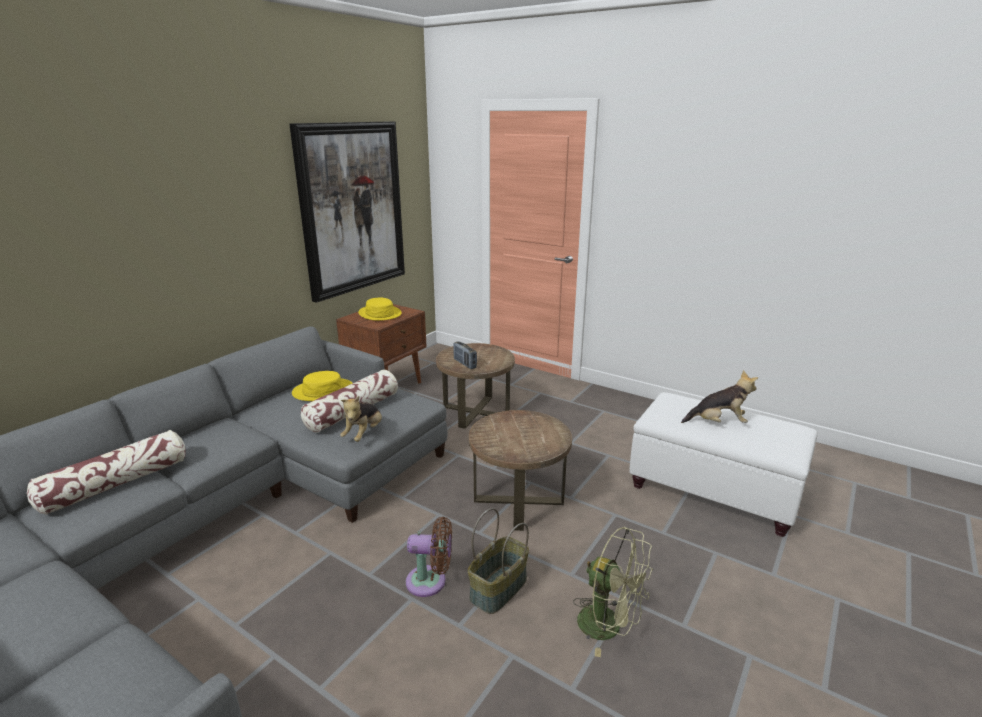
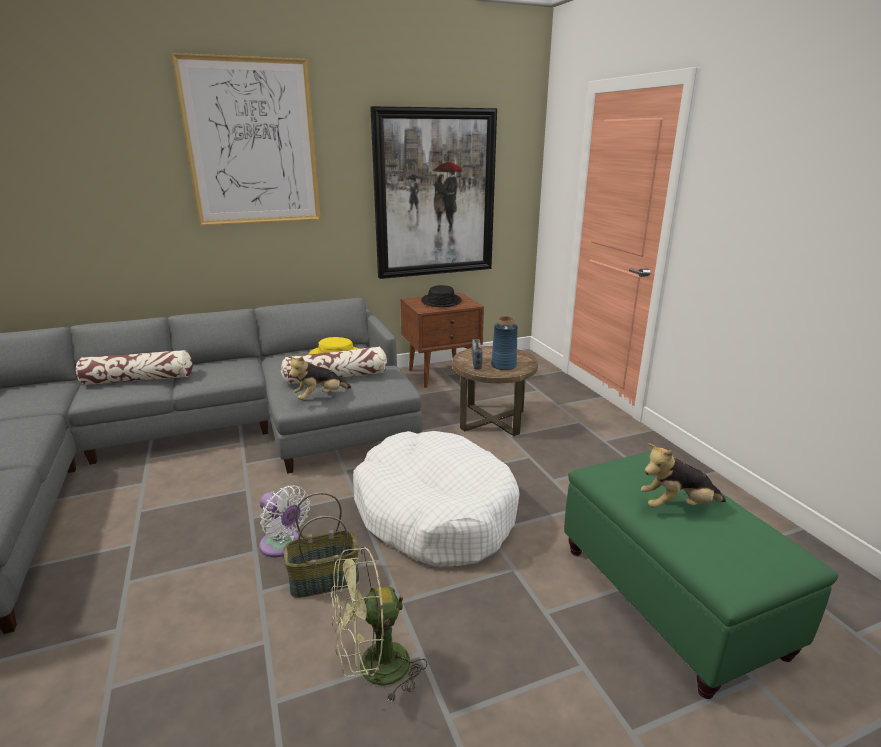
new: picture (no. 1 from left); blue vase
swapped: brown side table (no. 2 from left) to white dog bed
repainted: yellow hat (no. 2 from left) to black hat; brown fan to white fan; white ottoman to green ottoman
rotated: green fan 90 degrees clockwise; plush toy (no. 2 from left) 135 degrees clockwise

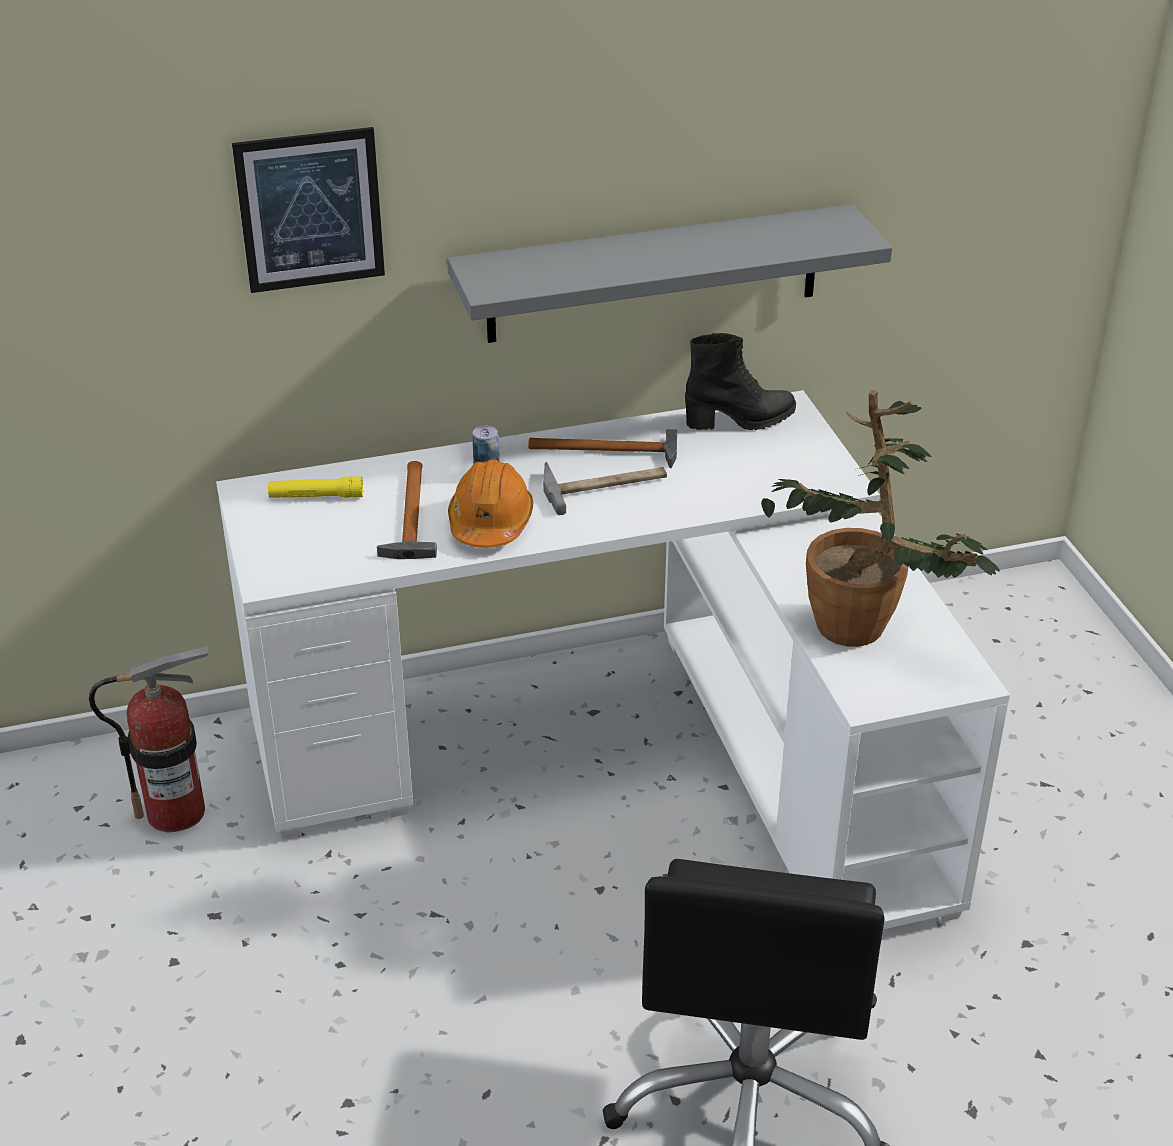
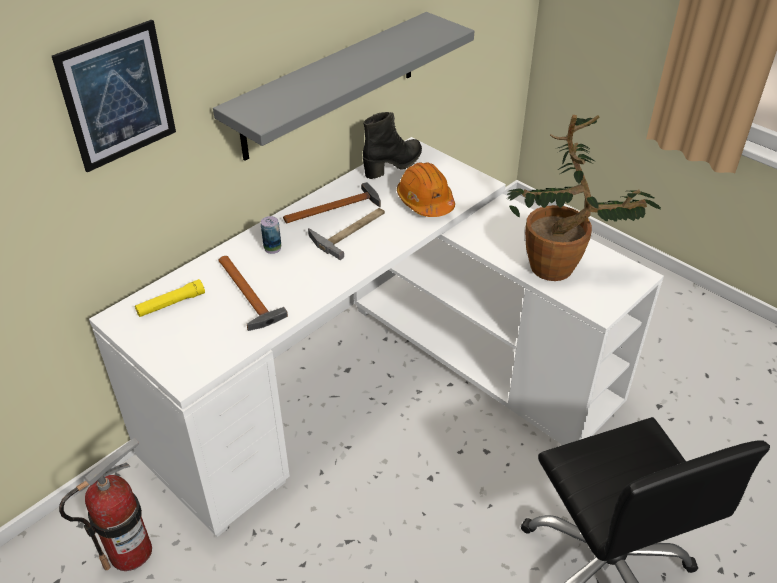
shifted: orange hard hat

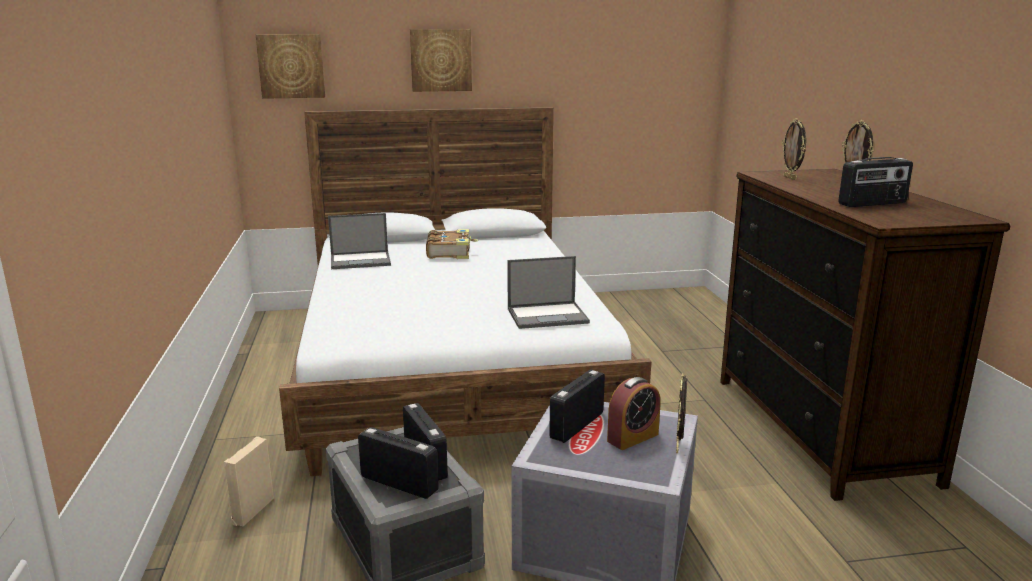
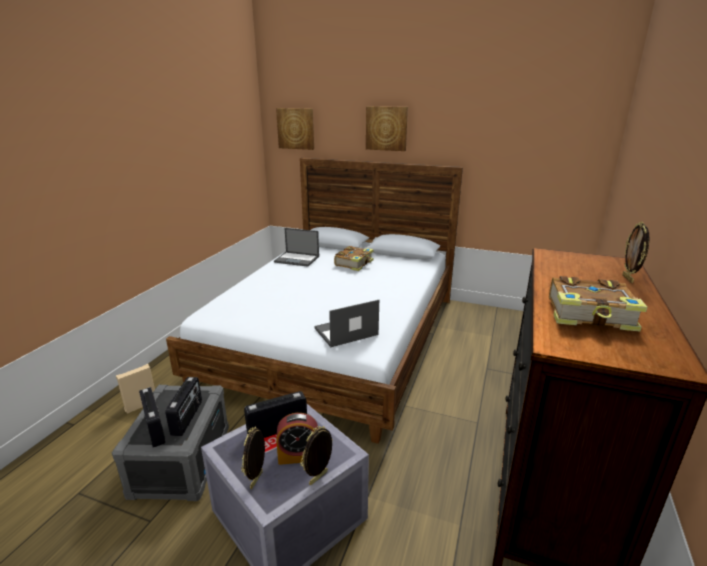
shifted: picture frame (no. 2 from left in the first image) to picture frame (no. 1 from left)
swapped: radio (no. 4 from left) to book (no. 2 from left)
rotated: laptop (no. 2 from left) 135 degrees clockwise

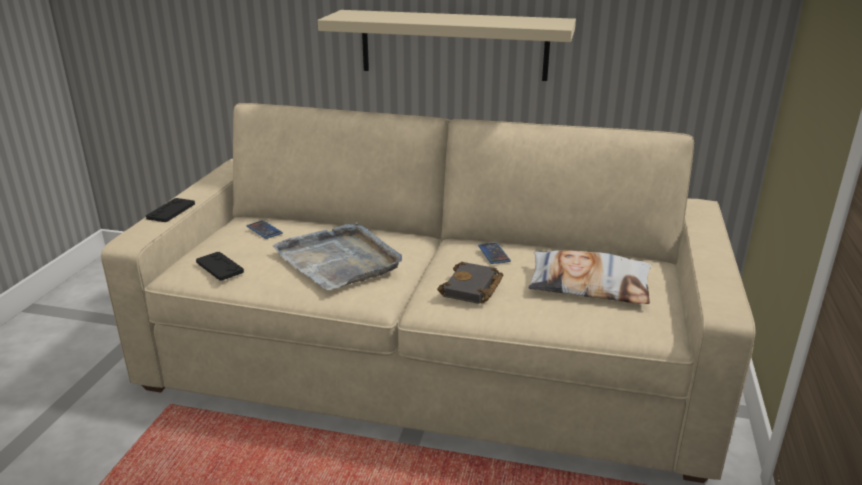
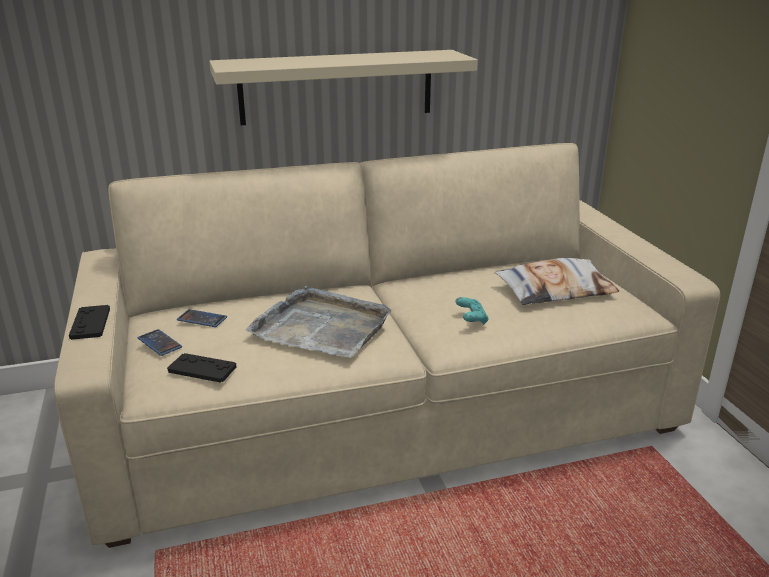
shifted: phone (no. 2 from left in the first image) to phone (no. 1 from left)
swapped: black book to turquoise game controller

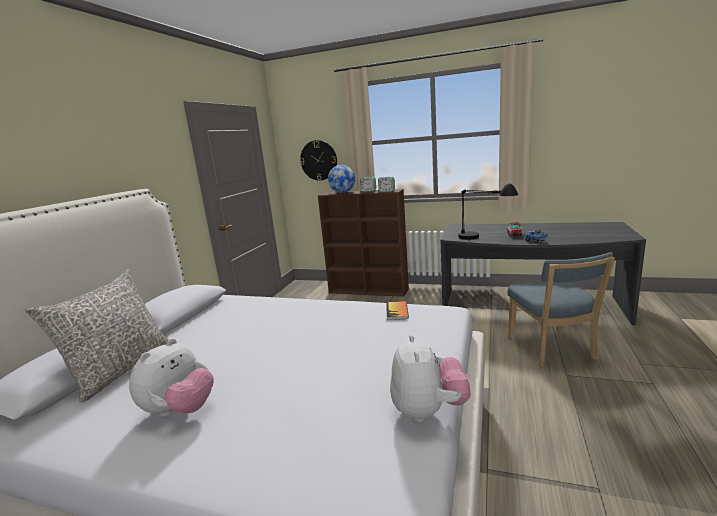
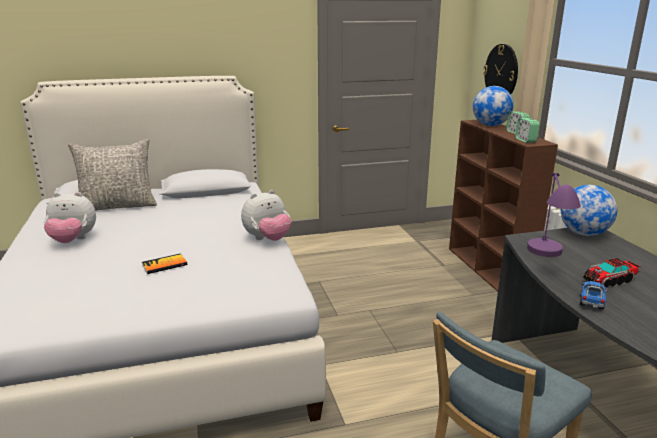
new: globe (no. 2 from left)
shifted: book; plush toy (no. 2 from left)
repainted: black table lamp to purple table lamp

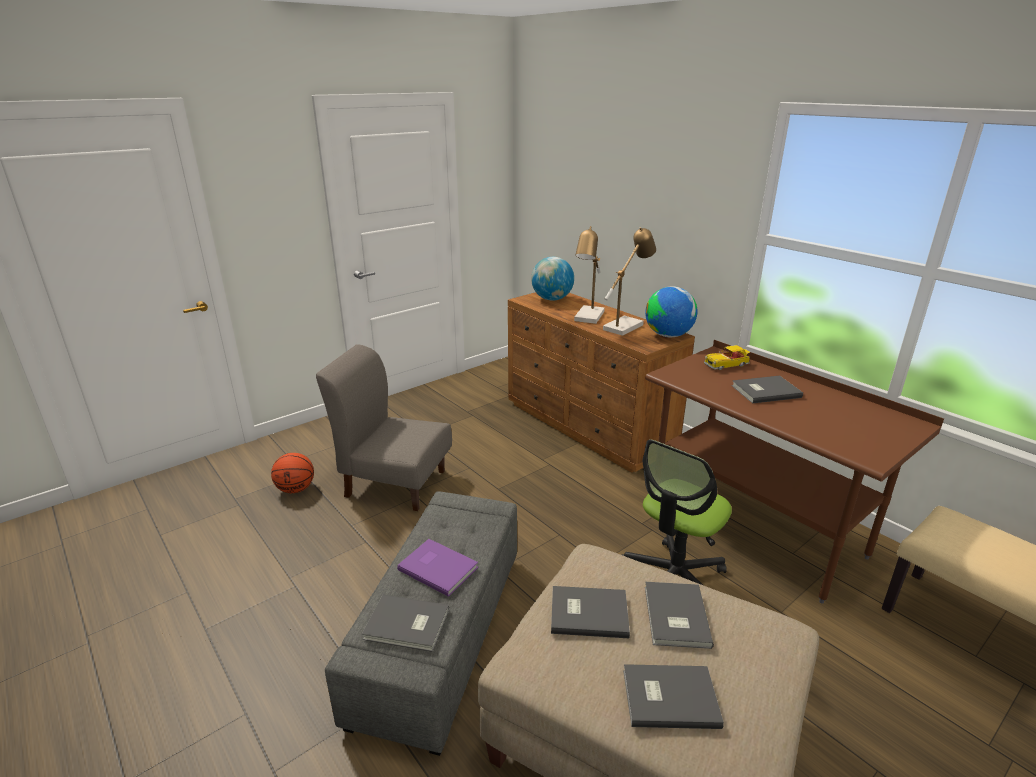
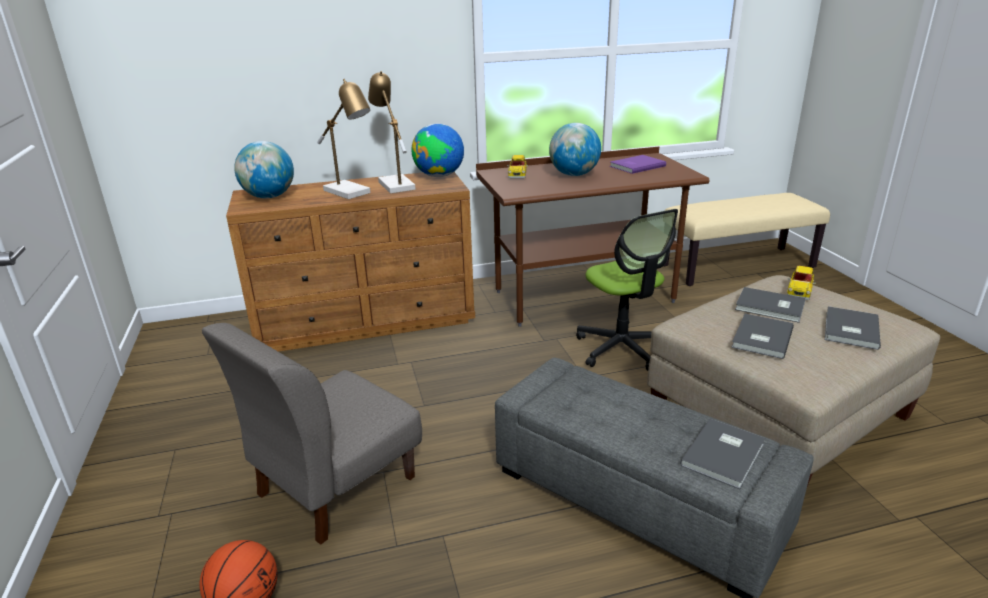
new: toy car (no. 2 from left)
shifted: purple book
swapped: grey book (no. 5 from left) to globe (no. 3 from left)

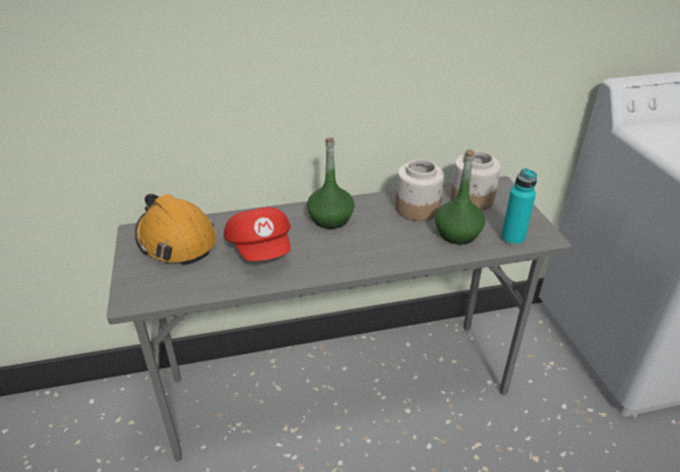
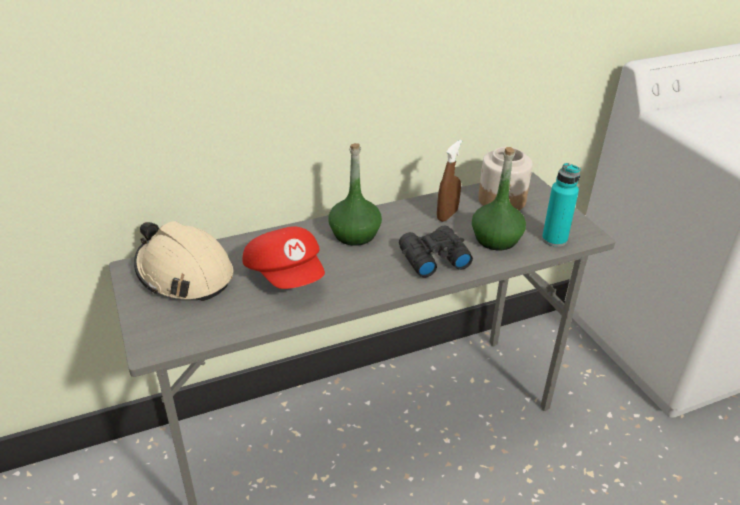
new: black binoculars
swapped: jar (no. 1 from left) to brown spray bottle
repainted: orange hard hat to beige hard hat

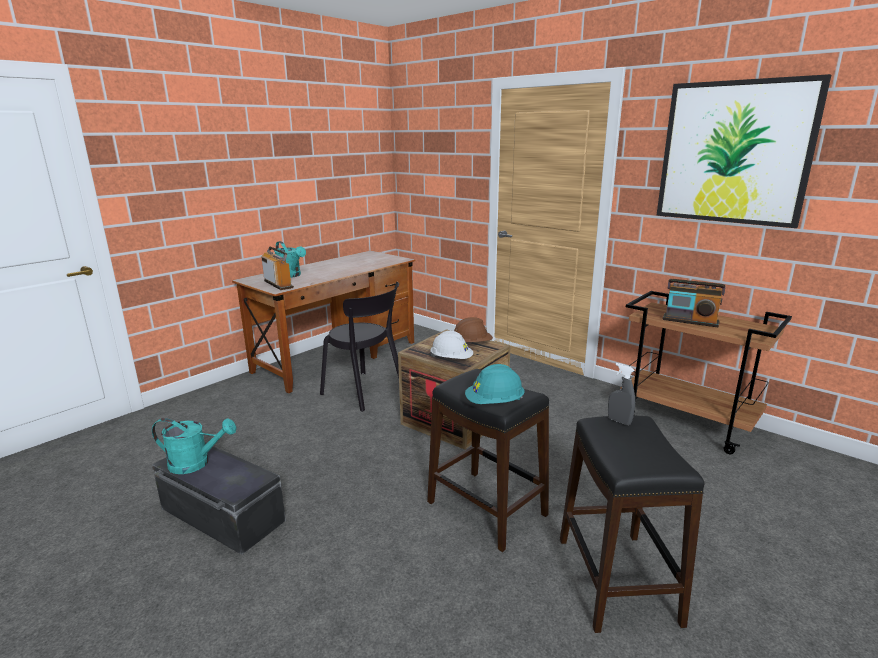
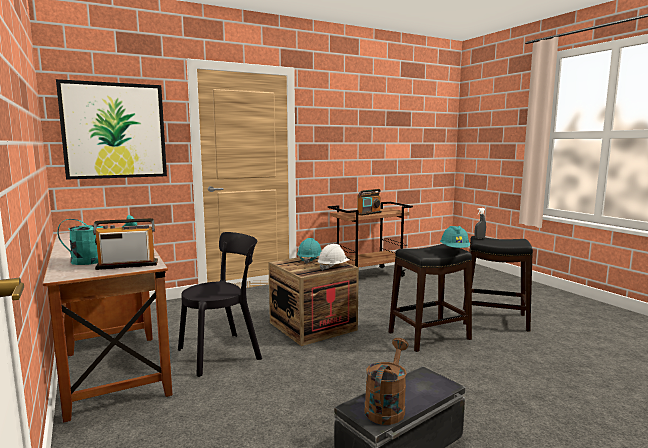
shifted: picture
repainted: turquoise watering can (no. 1 from left) to brown watering can; brown hard hat to turquoise hard hat (no. 1 from left)

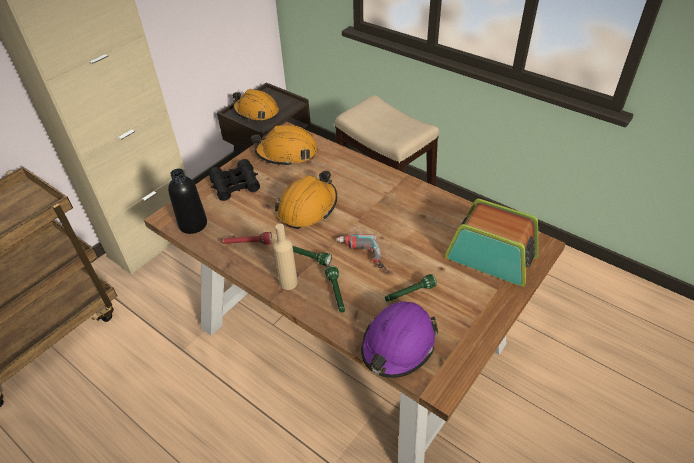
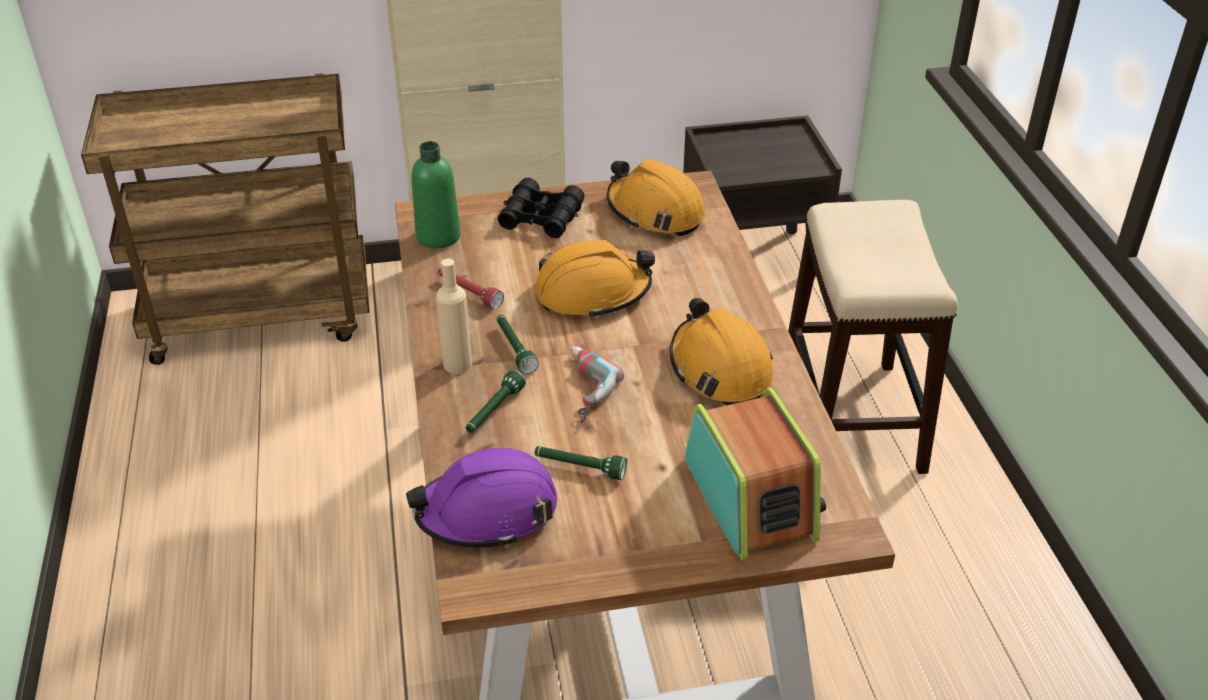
shifted: orange hard hat (no. 1 from left in the first image) to orange hard hat (no. 3 from left)
repainted: black bottle to green bottle

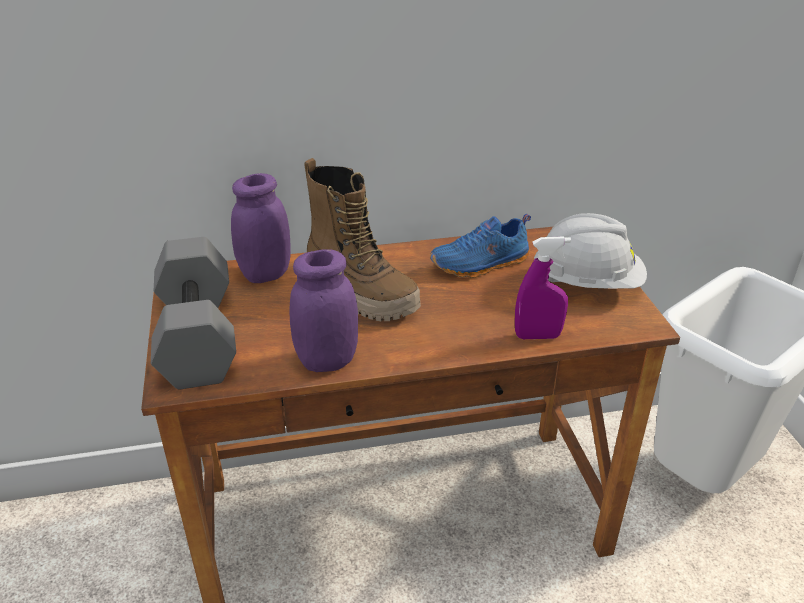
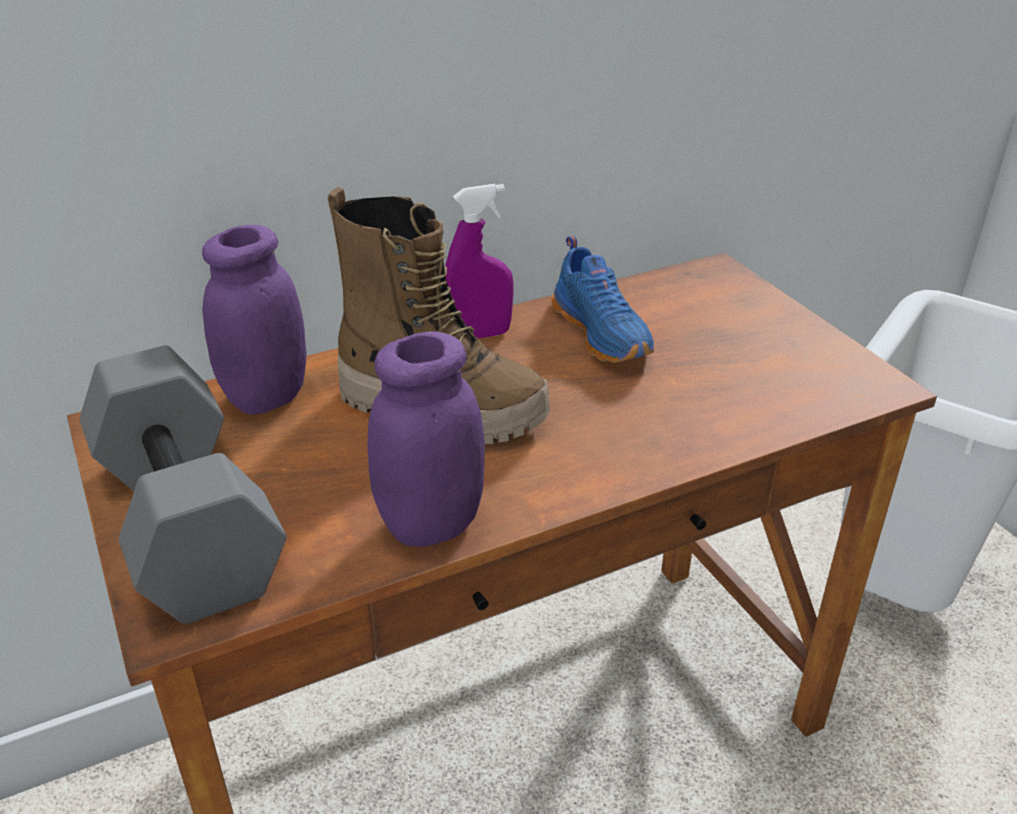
gone: white hard hat
shifted: purple spray bottle
rotated: blue shoe 75 degrees counterclockwise

